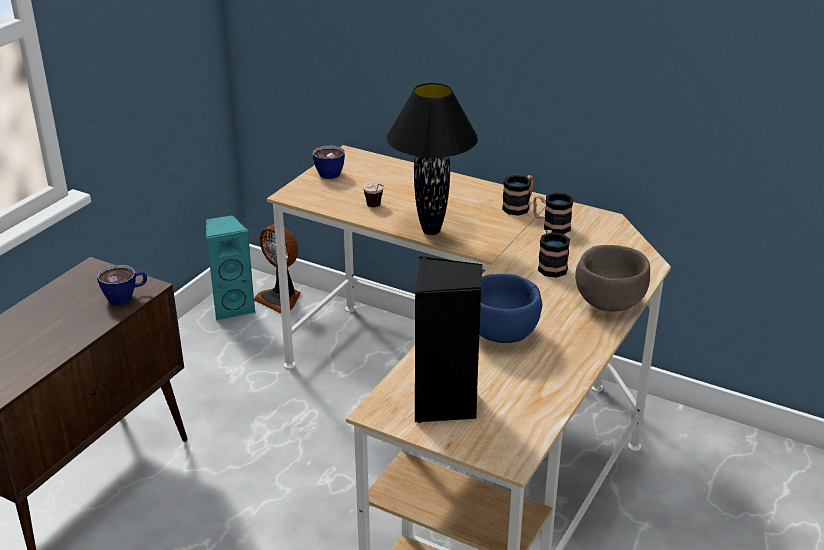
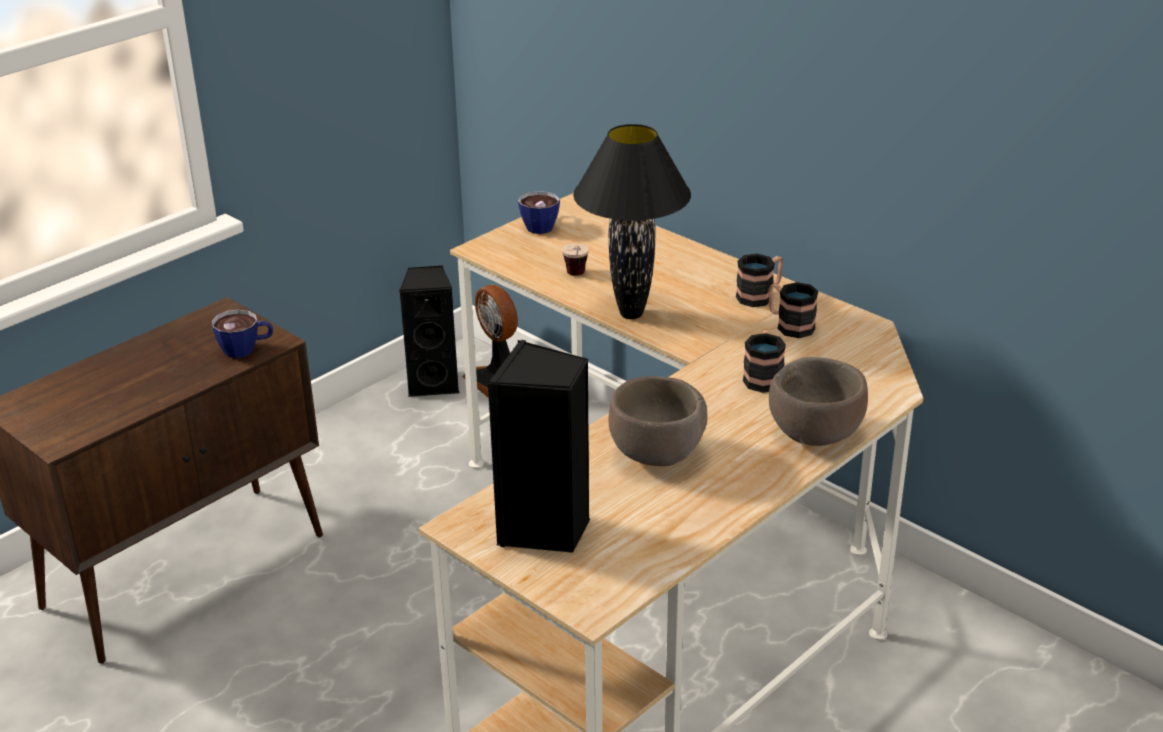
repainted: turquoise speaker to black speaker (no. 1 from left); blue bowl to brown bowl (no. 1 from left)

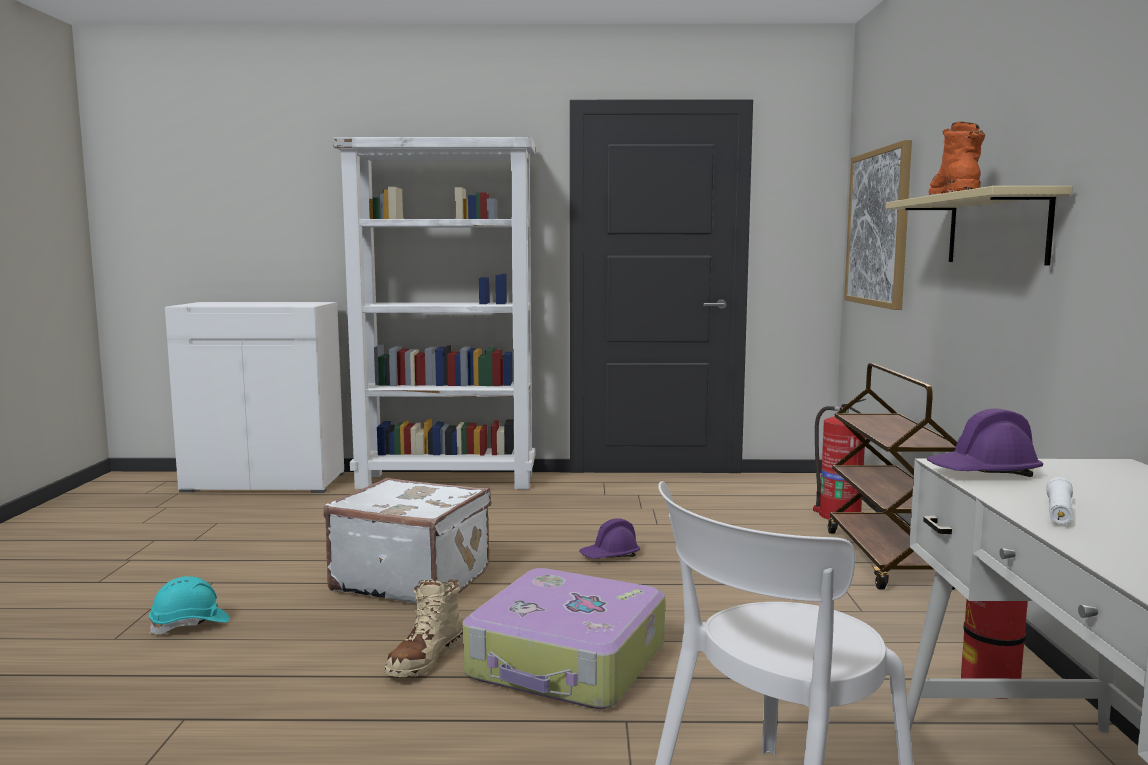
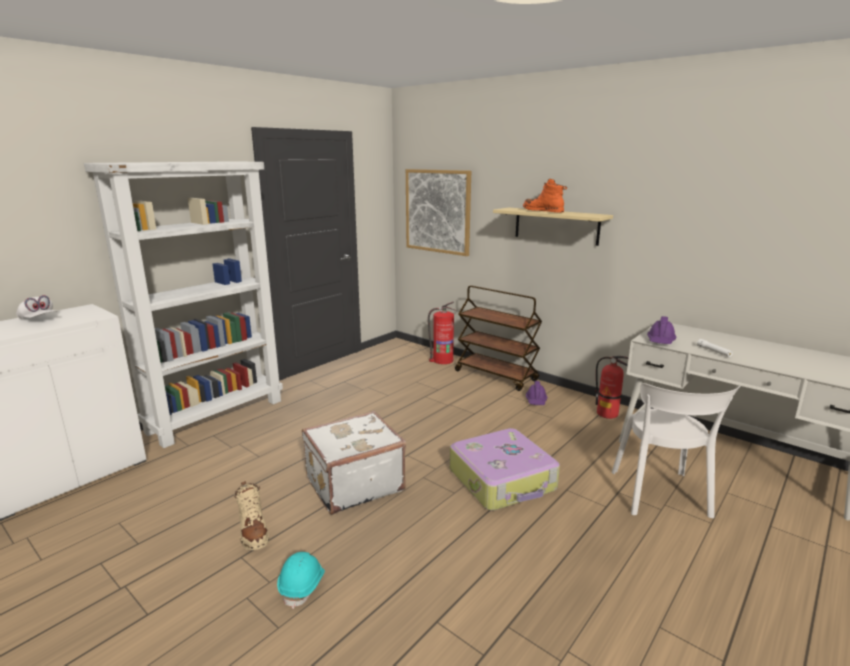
new: white cap
shifted: beige boot; purple hard hat (no. 1 from left)

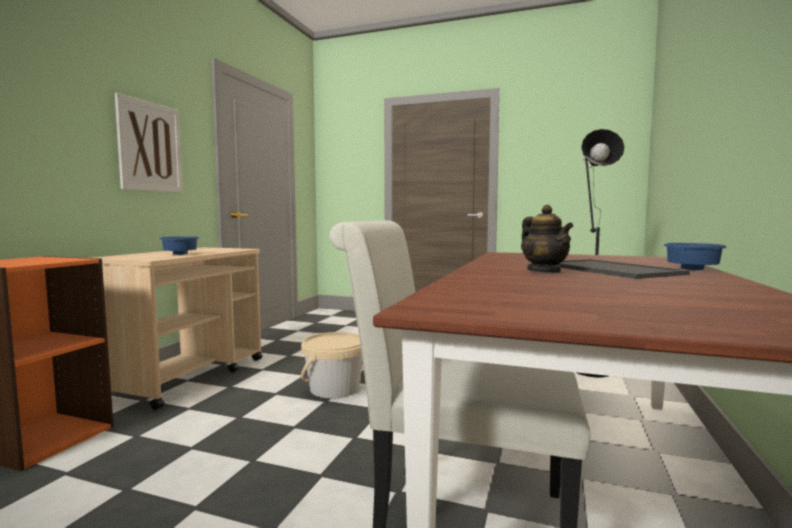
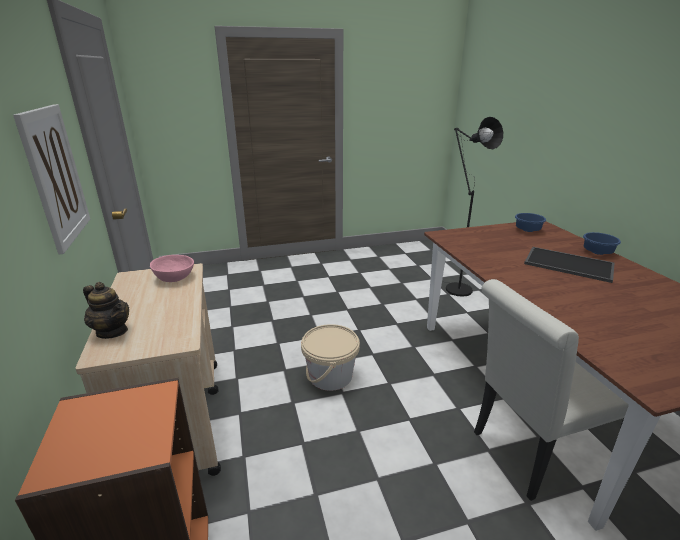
new: pink bowl
shifted: blue bowl (no. 1 from left); teapot

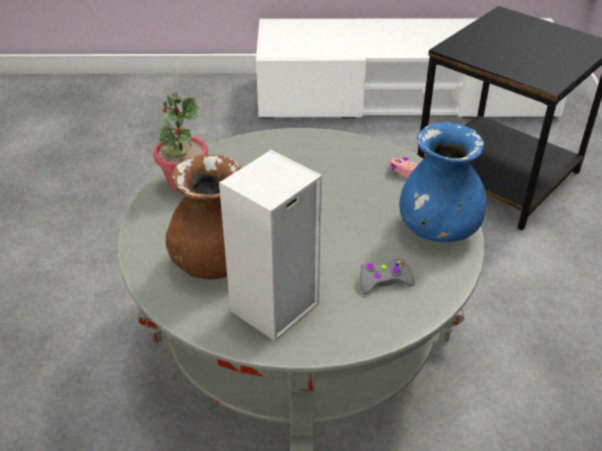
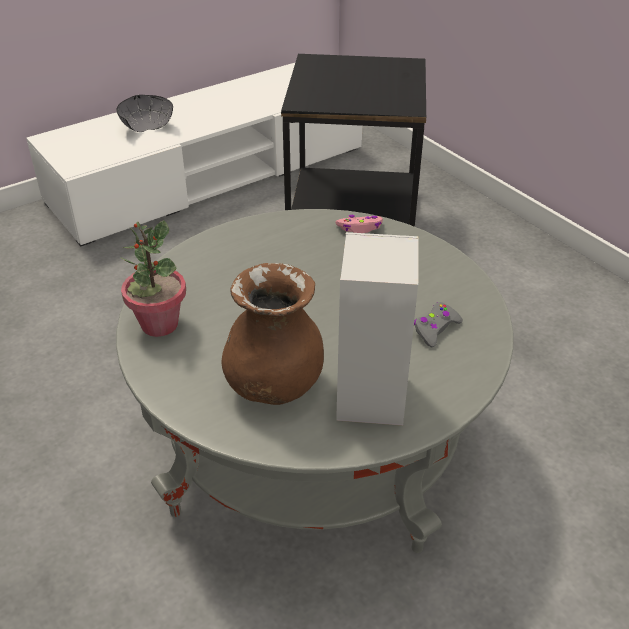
gone: blue vase
new: grey bowl

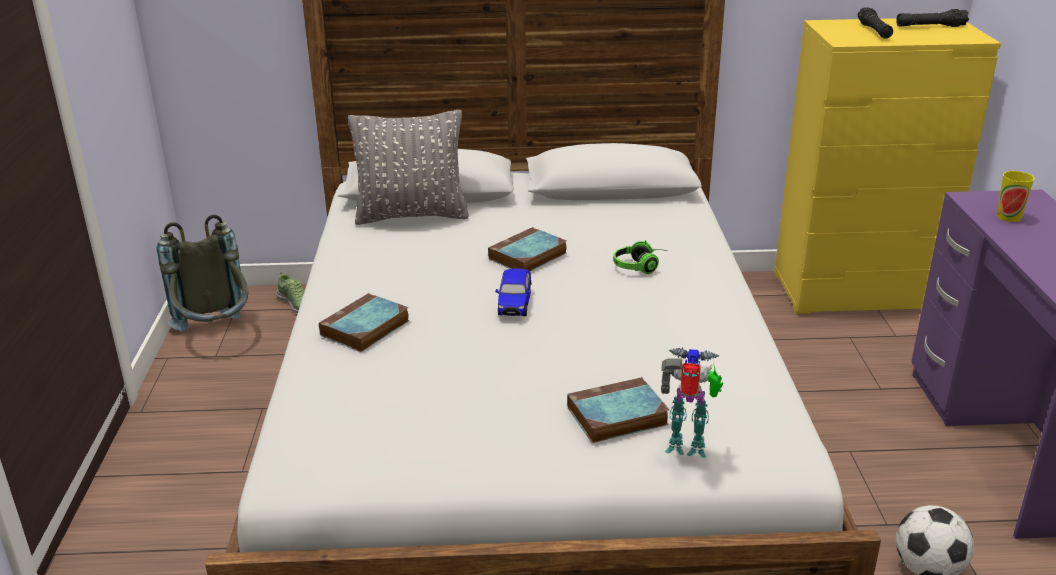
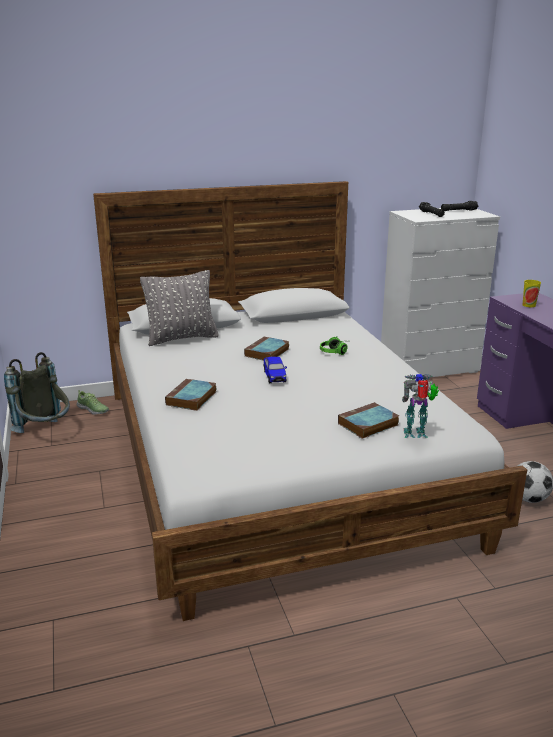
repainted: yellow dresser to white dresser

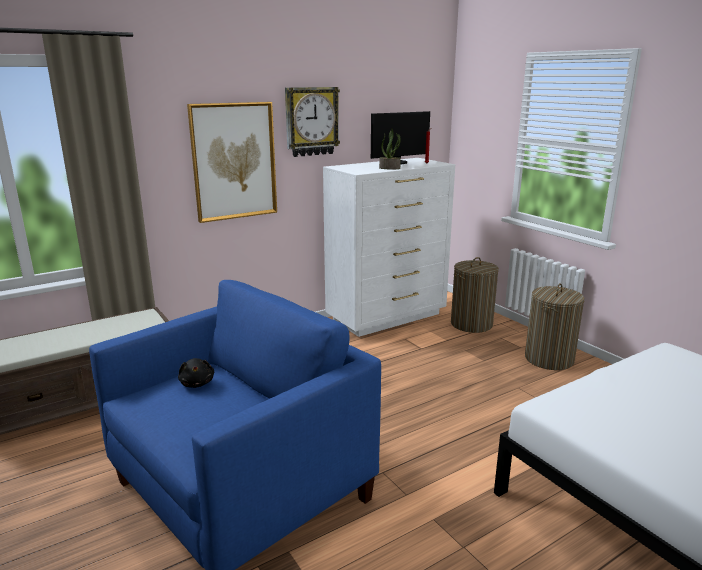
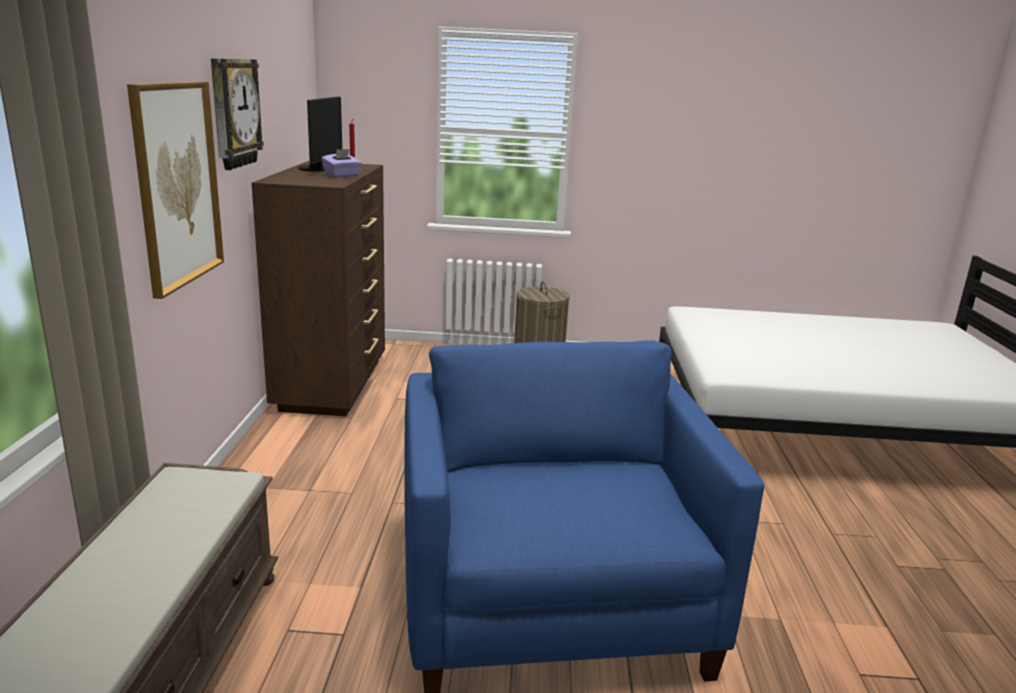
gone: black plush toy; laundry basket (no. 1 from left)
swapped: potted plant to purple tissue box
repainted: white dresser to brown dresser

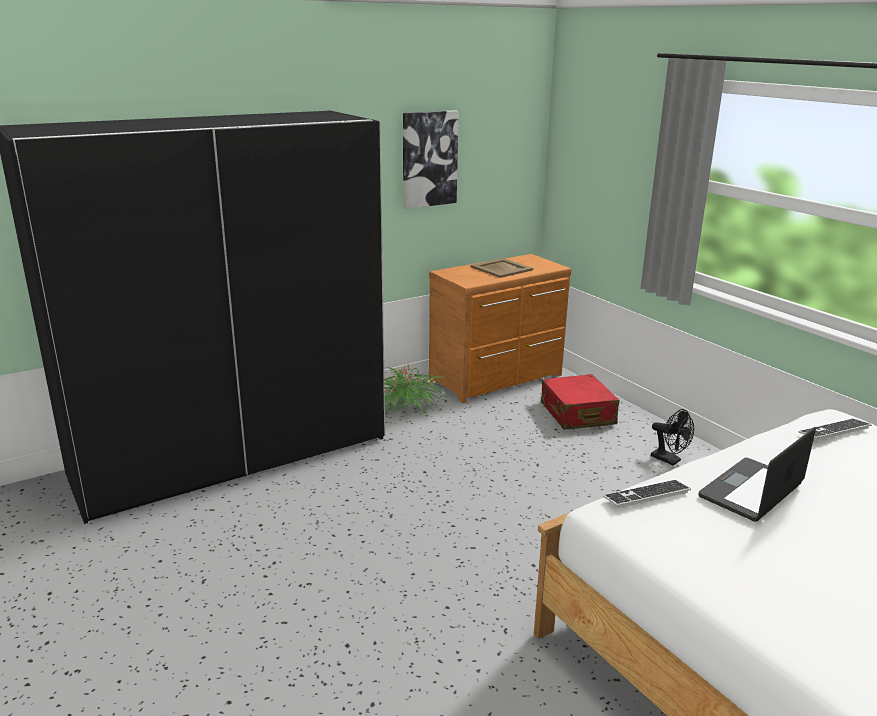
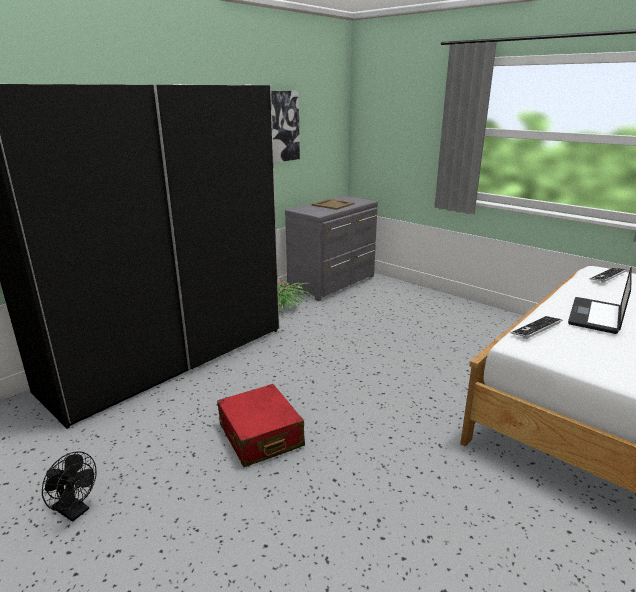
shifted: red suitcase; black fan
repainted: brown dresser to grey dresser

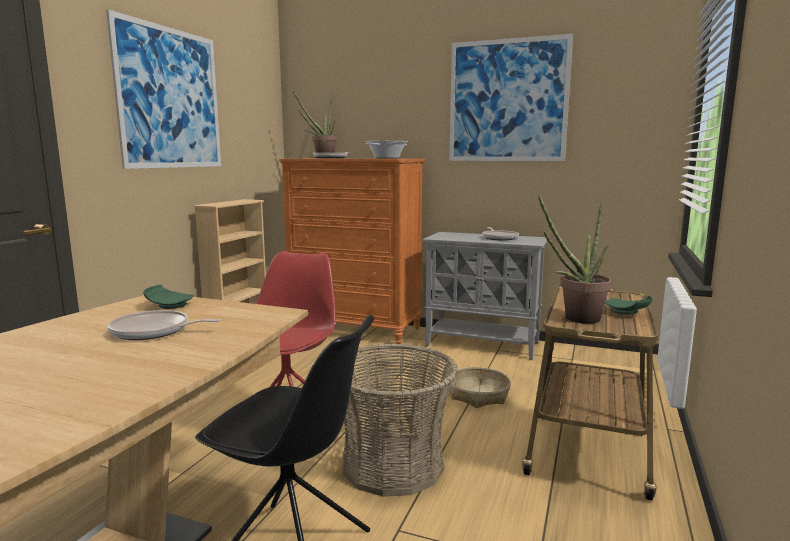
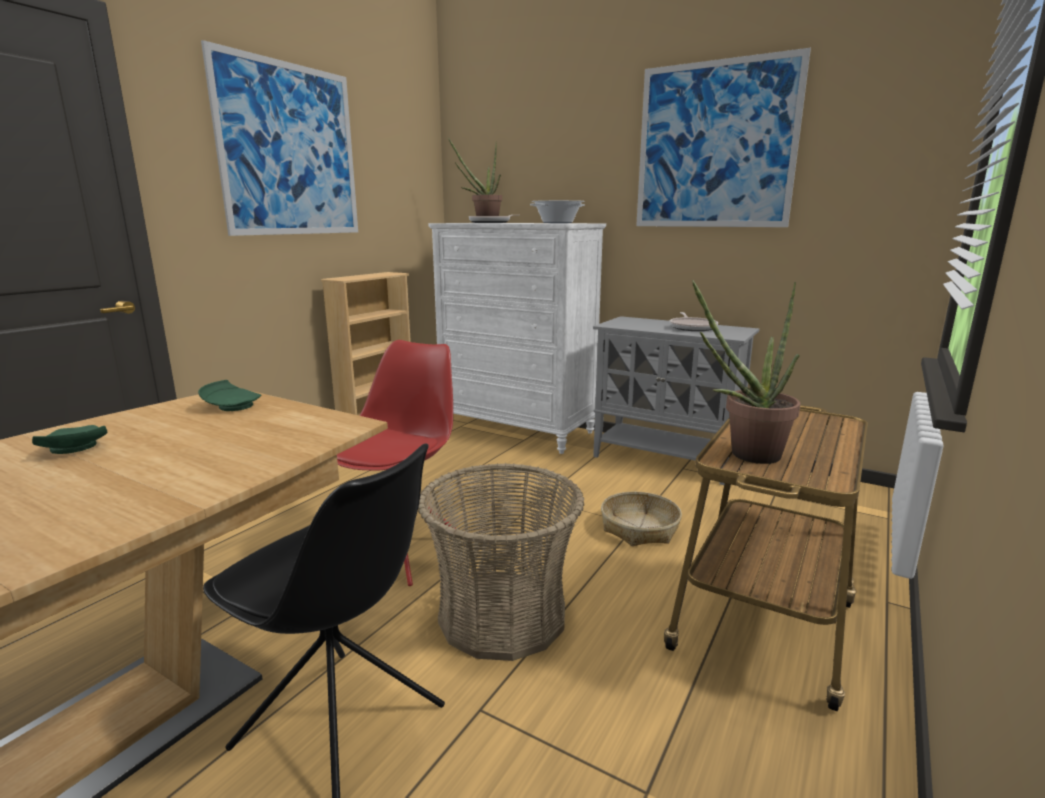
gone: frying pan (no. 1 from left)
shifted: green plate (no. 2 from left in the first image) to green plate (no. 1 from left)
repainted: orange dresser to white dresser

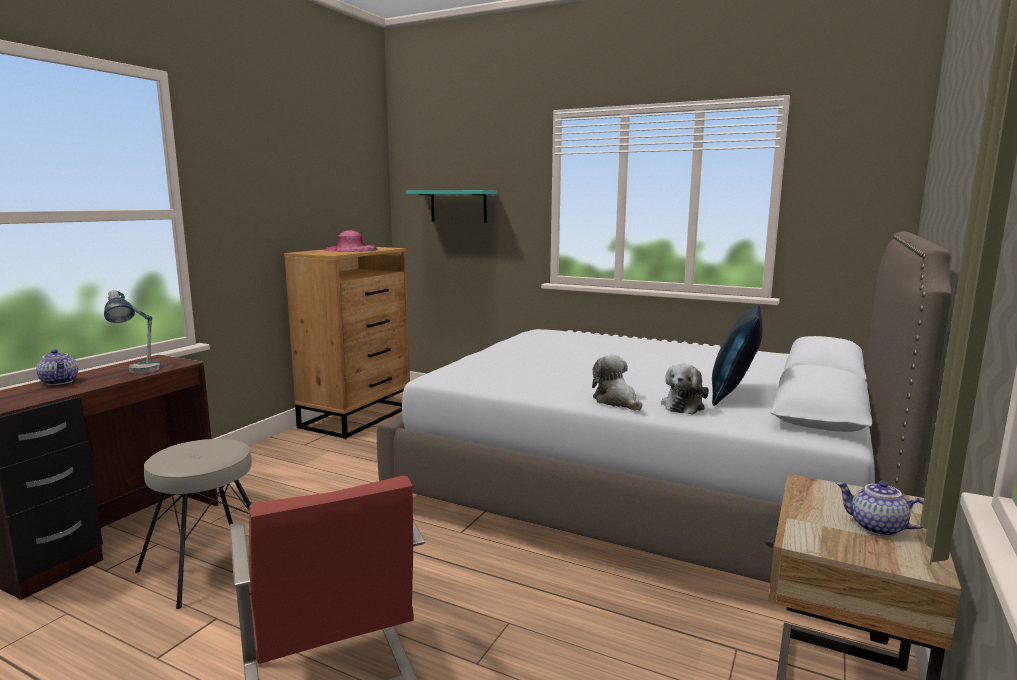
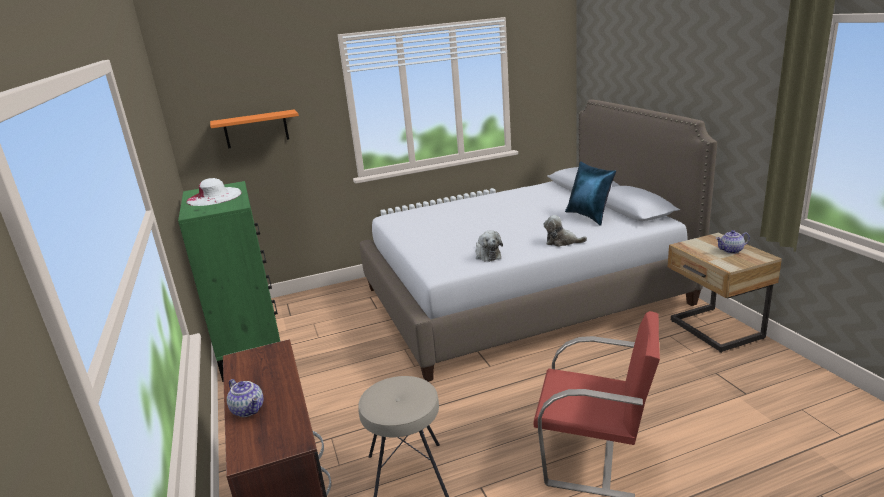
gone: table lamp
shifted: plush toy (no. 2 from left in the first image) to plush toy (no. 1 from left)
repainted: brown dresser to green dresser; pink hat to white hat; turquoise shelf to orange shelf
rotated: teapot (no. 1 from left) 45 degrees clockwise

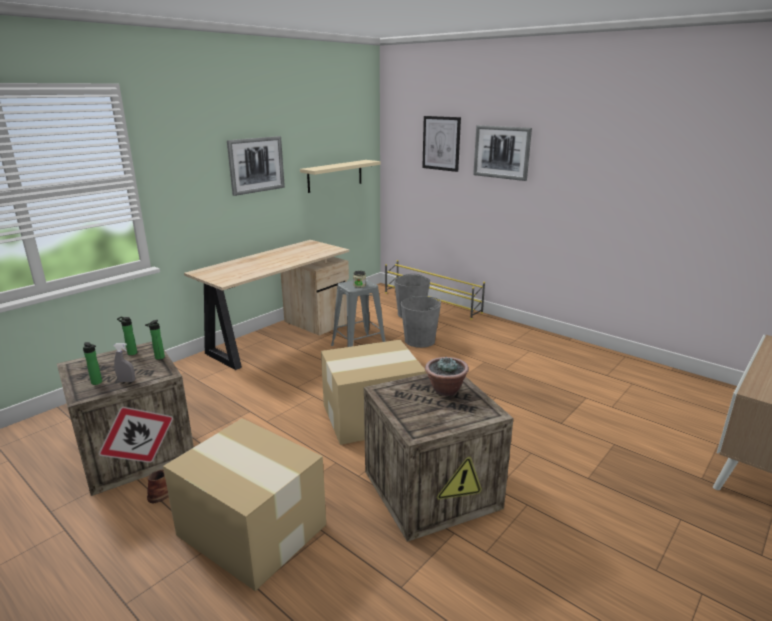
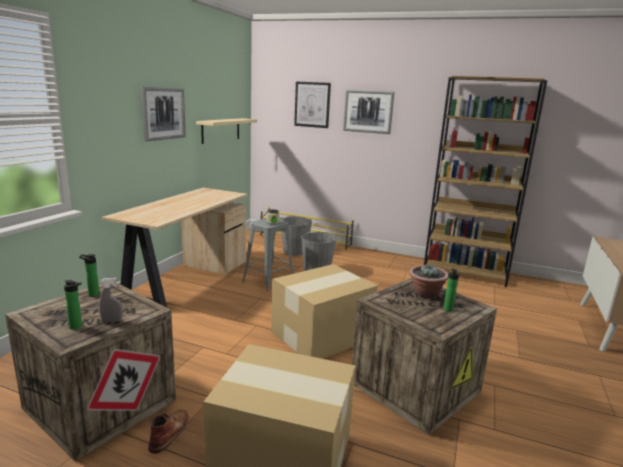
new: brown bookcase
shifted: bottle (no. 3 from left)

